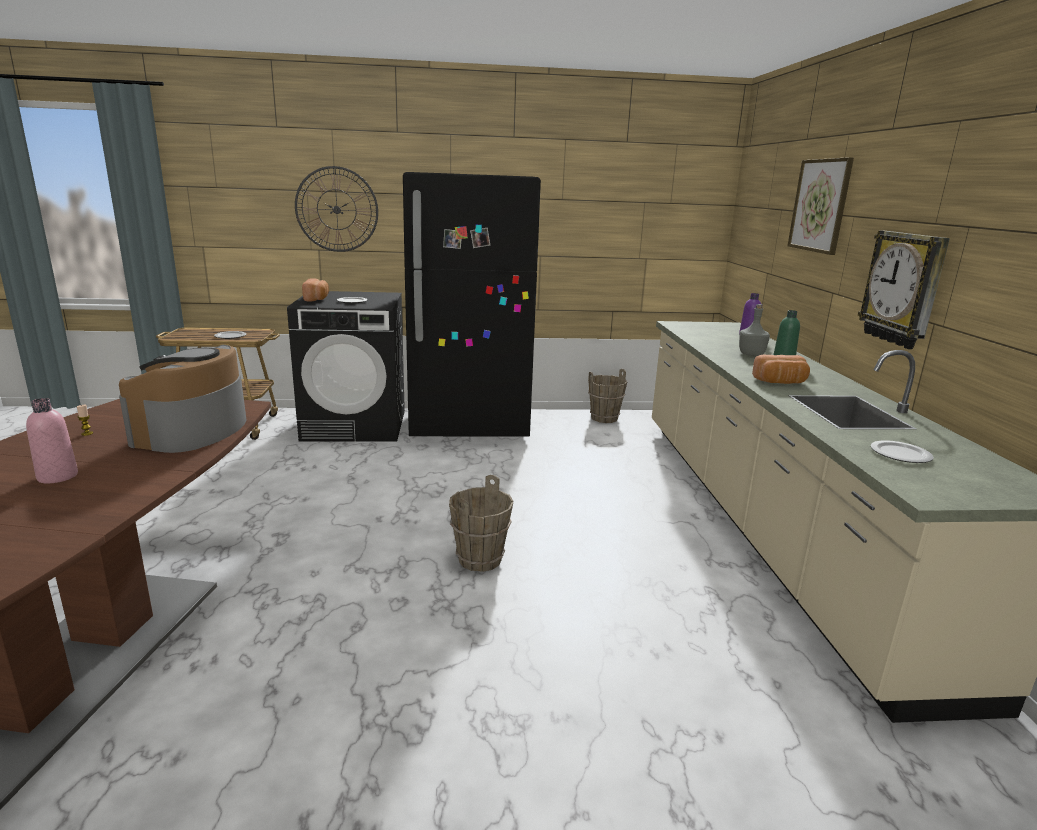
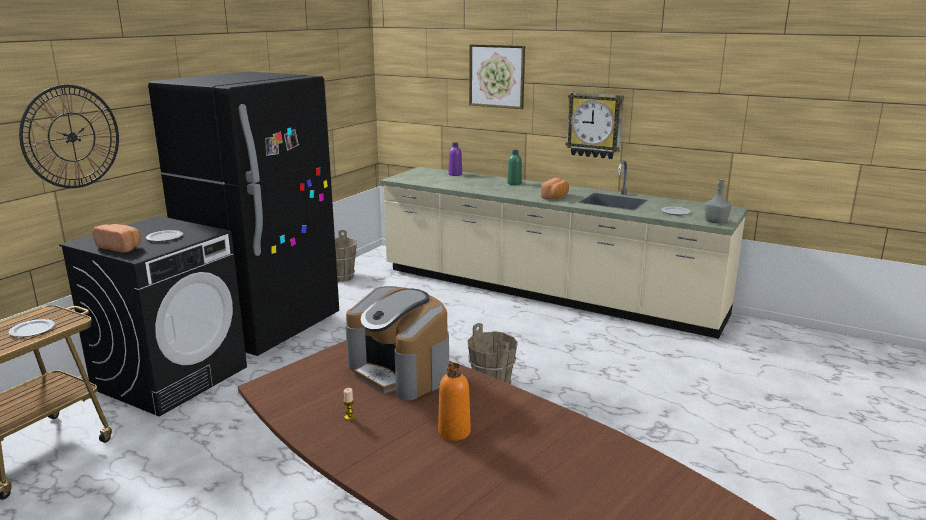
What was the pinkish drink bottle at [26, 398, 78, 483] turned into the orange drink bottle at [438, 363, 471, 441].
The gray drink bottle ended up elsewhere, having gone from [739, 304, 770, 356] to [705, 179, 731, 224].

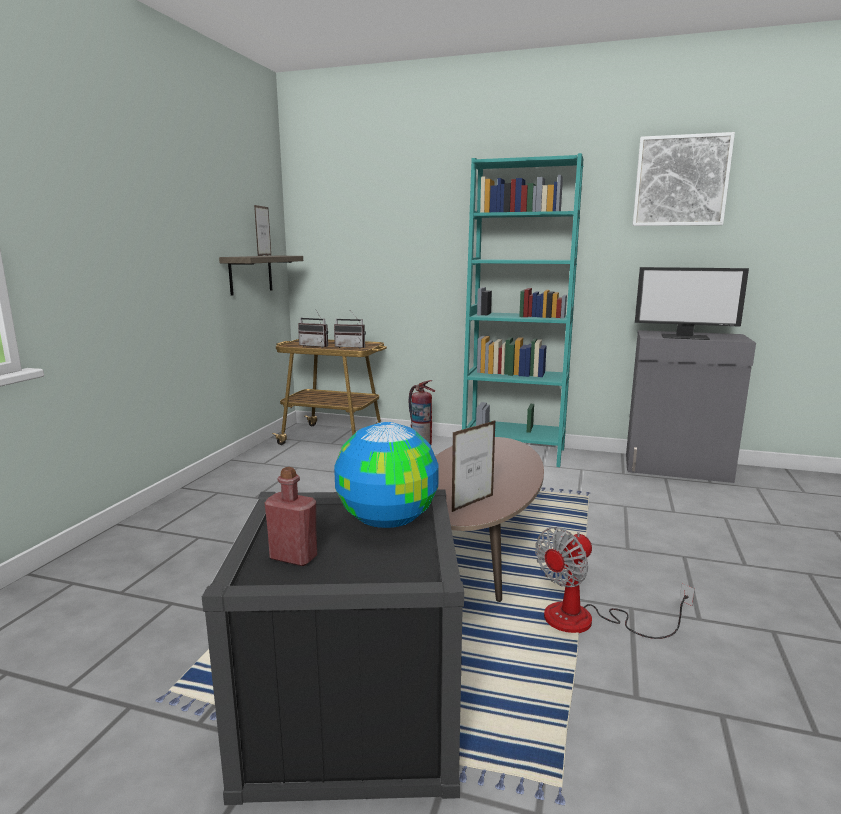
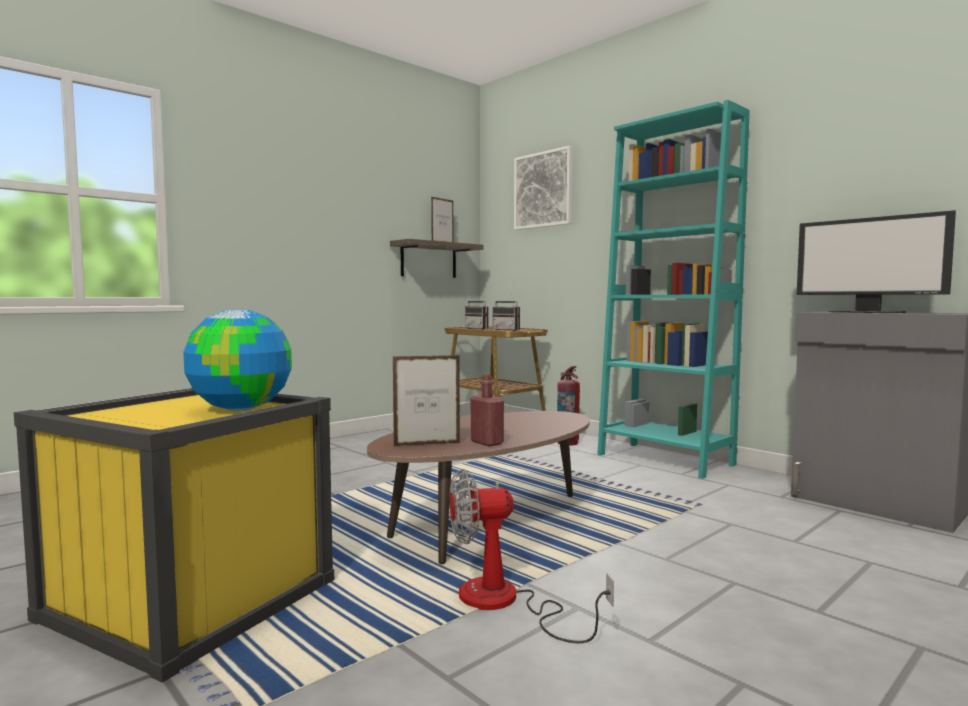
What was the black-coloured storage container at [202, 489, 464, 805] turned into the yellow storage container at [14, 388, 334, 683].
The reddish drink bottle ended up elsewhere, having gone from [264, 467, 317, 566] to [470, 374, 504, 446].
The picture ended up elsewhere, having gone from [633, 132, 735, 226] to [514, 146, 573, 230].

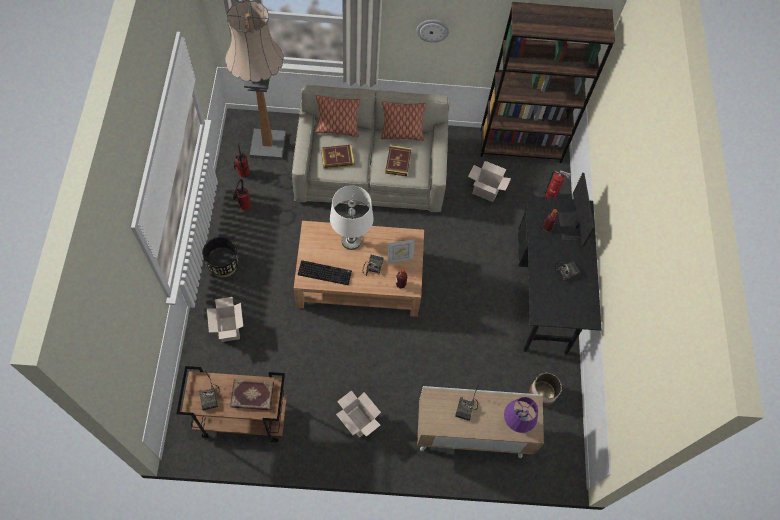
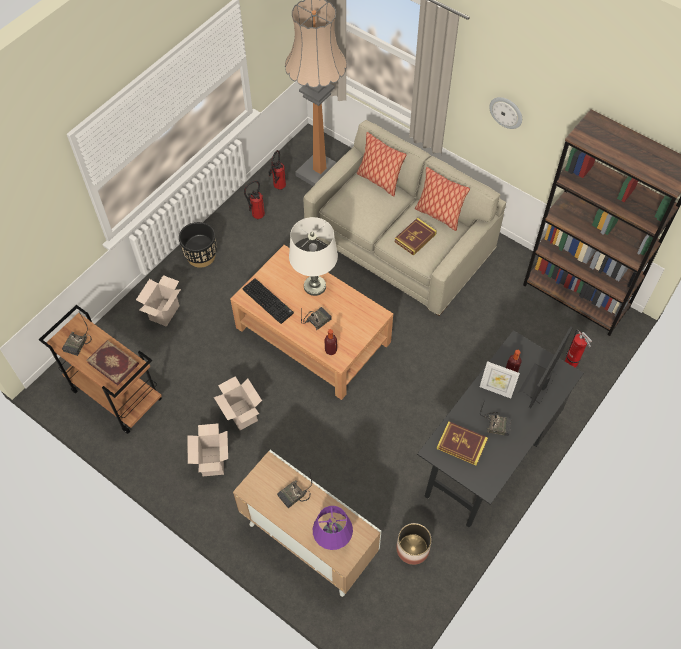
The packing box ended up elsewhere, having gone from [468, 161, 511, 202] to [214, 376, 262, 430].
The bound book ended up elsewhere, having gone from [321, 145, 354, 169] to [437, 421, 488, 466].
The standing frame ended up elsewhere, having gone from [388, 239, 415, 263] to [480, 361, 520, 398].

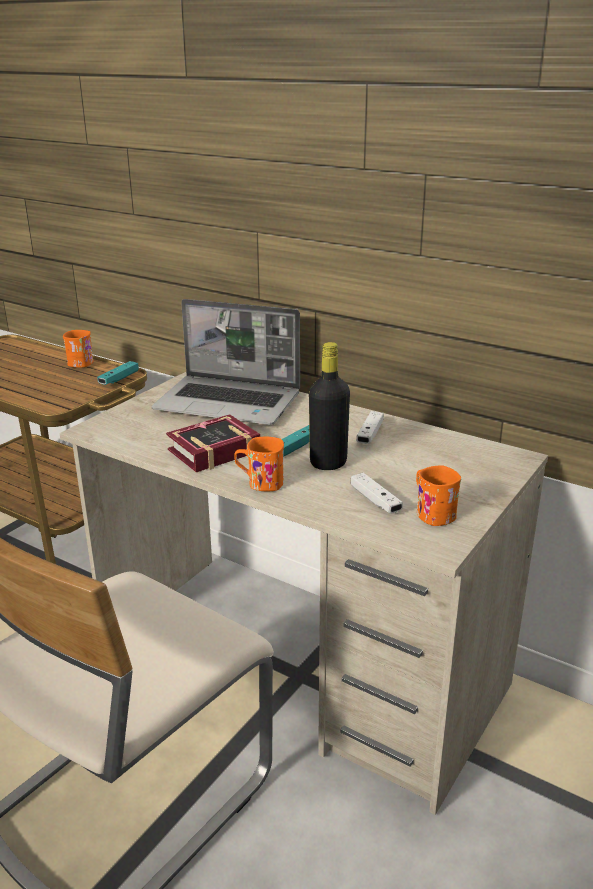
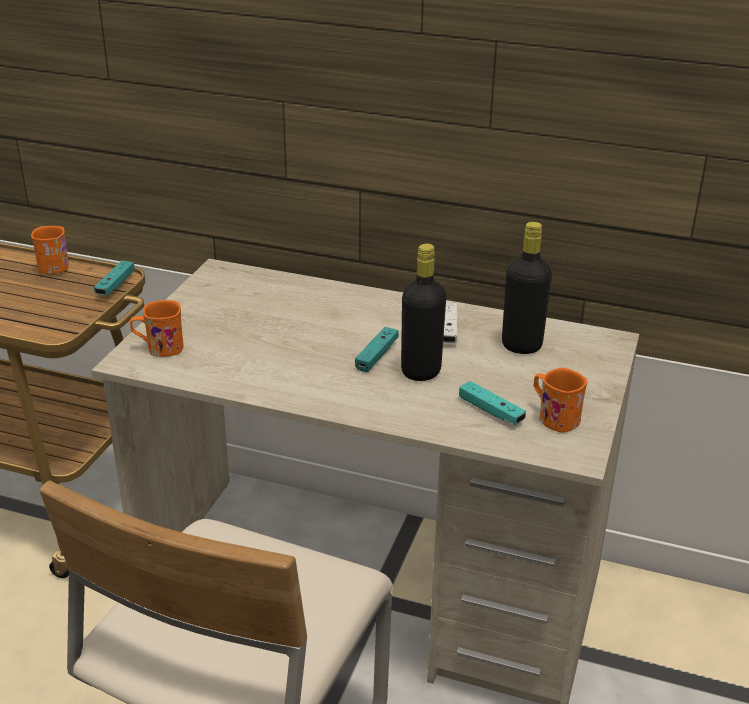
The orange tea mug ended up elsewhere, having gone from [234, 437, 284, 491] to [130, 300, 184, 357].
What was the white gamepad at [351, 473, 403, 514] turned into the turquoise-coloured gamepad at [459, 381, 526, 425].
The second view gained the black-coloured drink bottle at [502, 222, 552, 354].
The second view lost the notebook computer at [152, 299, 300, 425].
The second view lost the bound book at [166, 414, 260, 472].

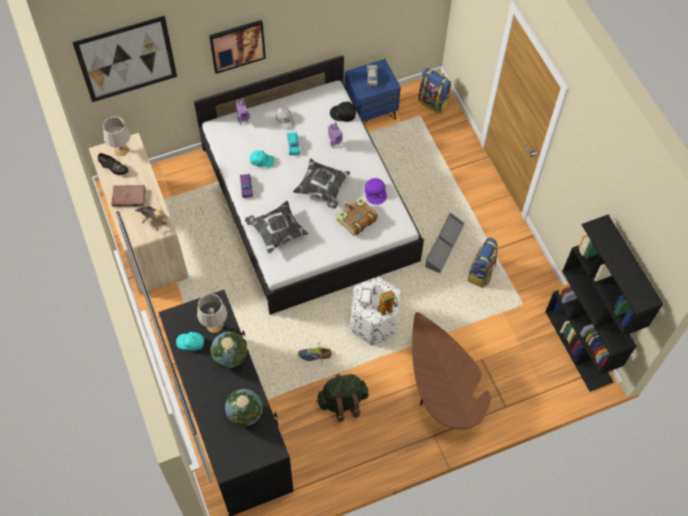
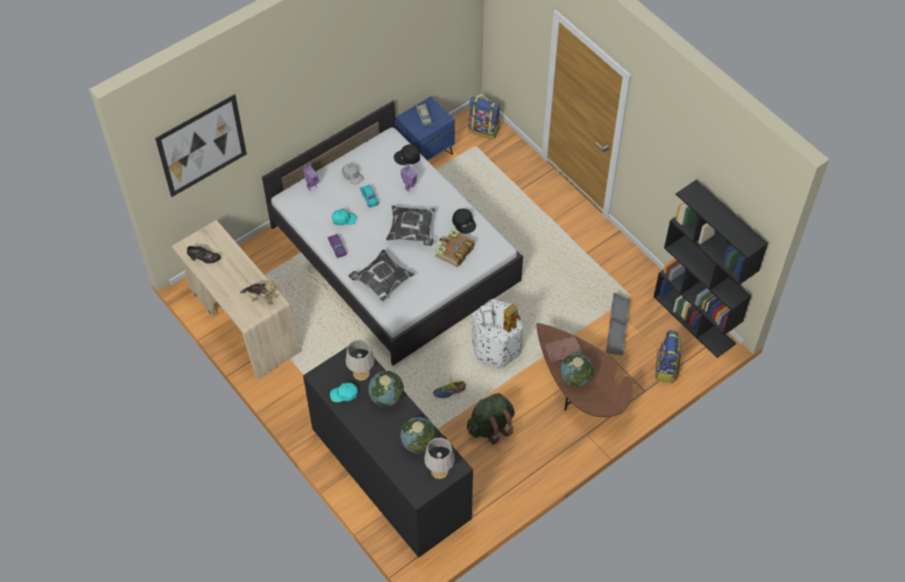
The gray tabletop lamp ended up elsewhere, having gone from [103, 116, 130, 156] to [424, 438, 455, 479].
What was the purple-coloured cap at [365, 178, 387, 205] turned into the black-coloured cap at [452, 209, 476, 234].
The brown-coloured bound book ended up elsewhere, having gone from [112, 185, 146, 207] to [545, 336, 583, 364].
The second view gained the desk globe at [560, 354, 594, 387].
The gray storage container ended up elsewhere, having gone from [425, 212, 464, 273] to [606, 292, 630, 355].
The backpack ended up elsewhere, having gone from [468, 238, 498, 288] to [655, 330, 682, 383].
The second view lost the picture at [209, 20, 266, 74].

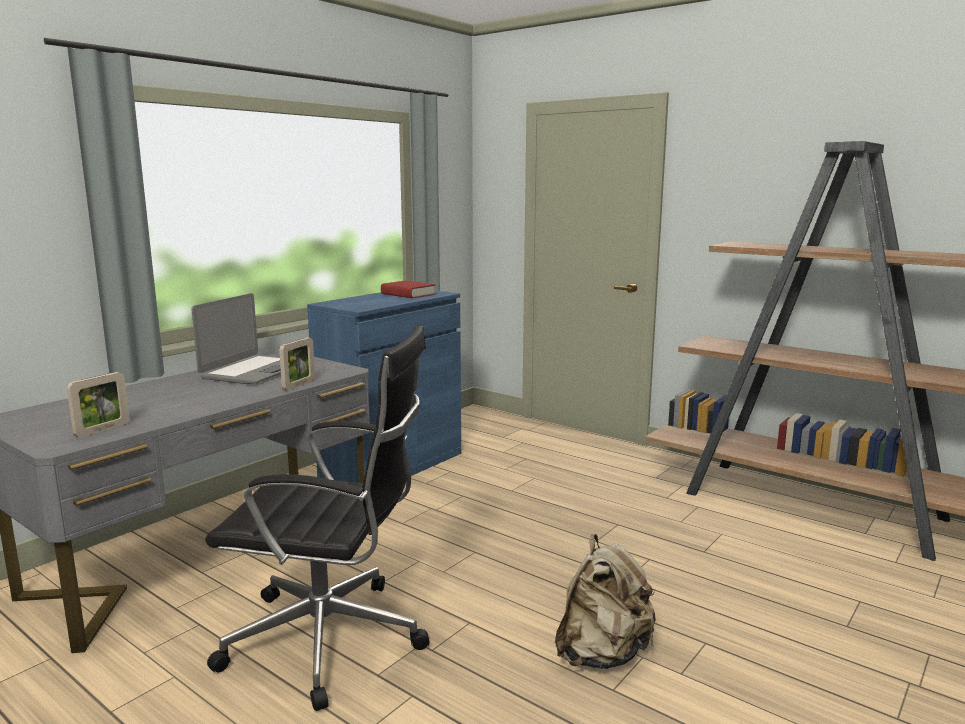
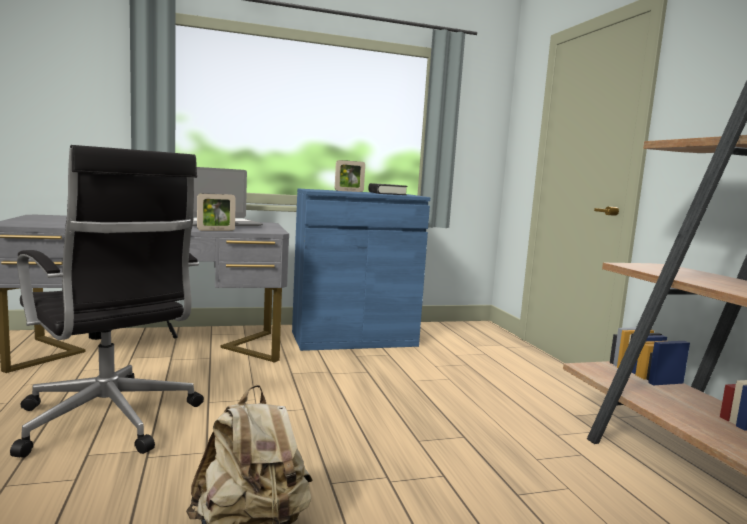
The standing frame ended up elsewhere, having gone from [67, 372, 130, 438] to [335, 160, 365, 192].
What was the reddish bound book at [381, 280, 436, 298] turned into the black-coloured bound book at [368, 183, 408, 195].

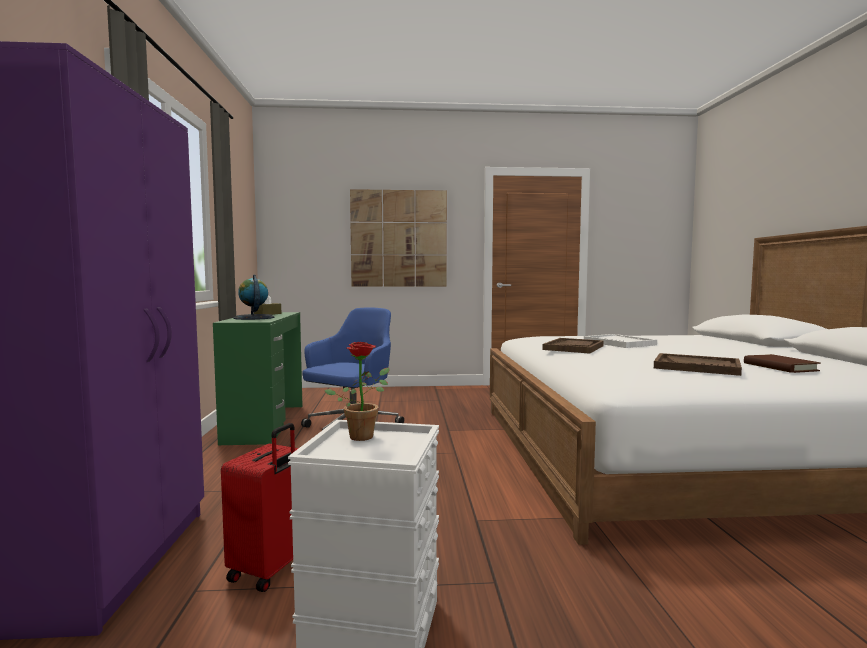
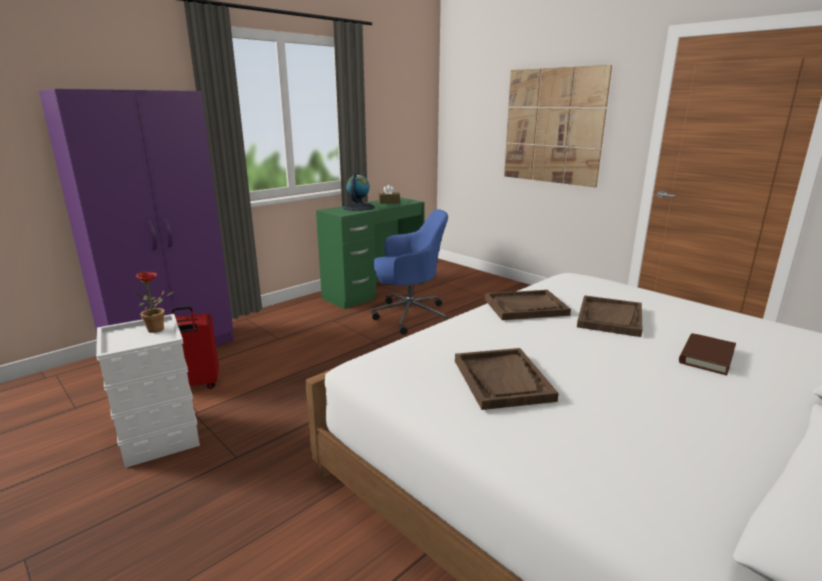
What was the white serving tray at [584, 334, 657, 348] turned into the brown-coloured serving tray at [577, 295, 643, 337].
The brown-coloured bound book ended up elsewhere, having gone from [744, 354, 821, 373] to [679, 333, 736, 375].

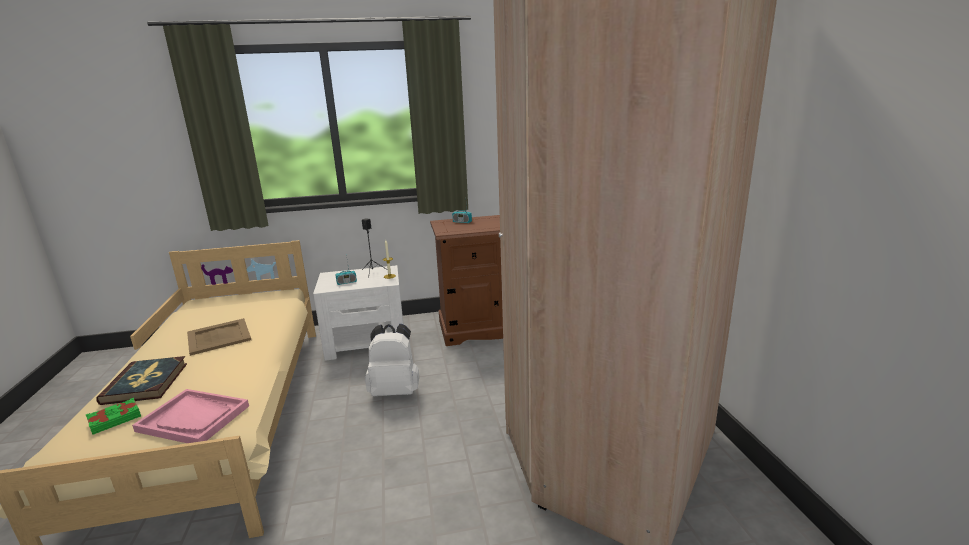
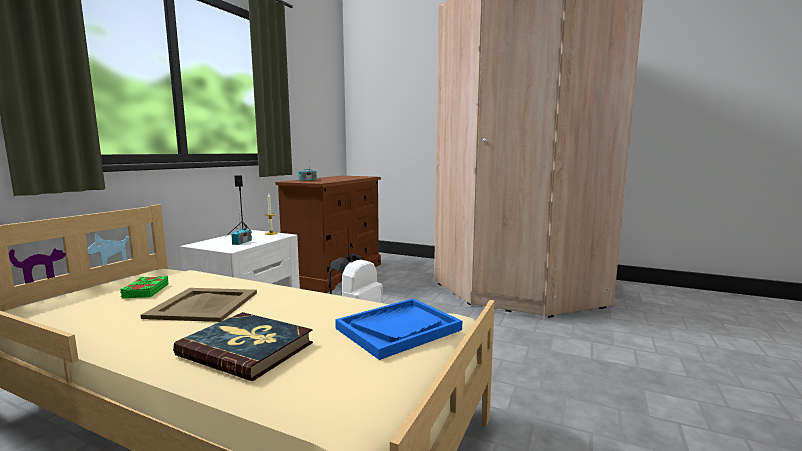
The greenish bound book ended up elsewhere, having gone from [86, 398, 141, 435] to [120, 276, 169, 298].
What was the pinkish serving tray at [132, 389, 249, 443] turned into the blue-coloured serving tray at [335, 298, 462, 360].

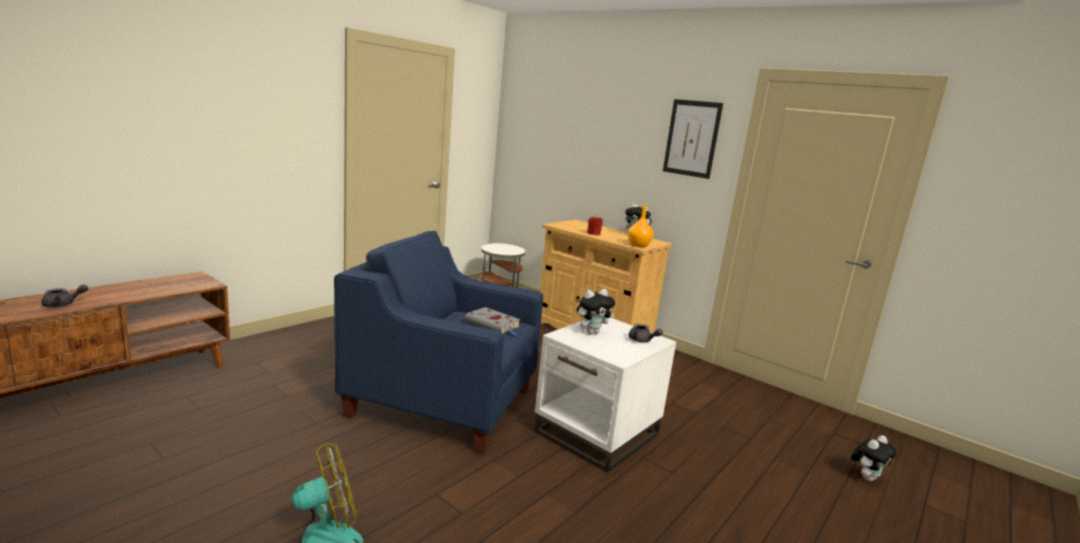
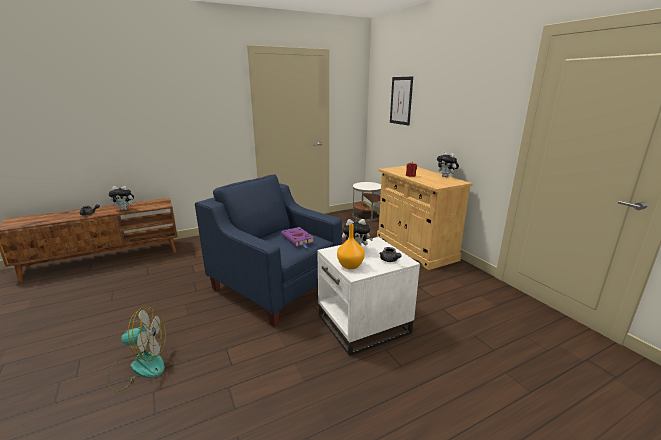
The soft toy ended up elsewhere, having gone from [851, 435, 897, 481] to [108, 186, 136, 210].
What was the gray bound book at [465, 307, 520, 335] turned into the purple-coloured bound book at [281, 227, 314, 248].
The orange flower vase ended up elsewhere, having gone from [628, 205, 654, 247] to [337, 224, 365, 269].
The picture ended up elsewhere, having gone from [663, 99, 723, 179] to [390, 76, 413, 126].

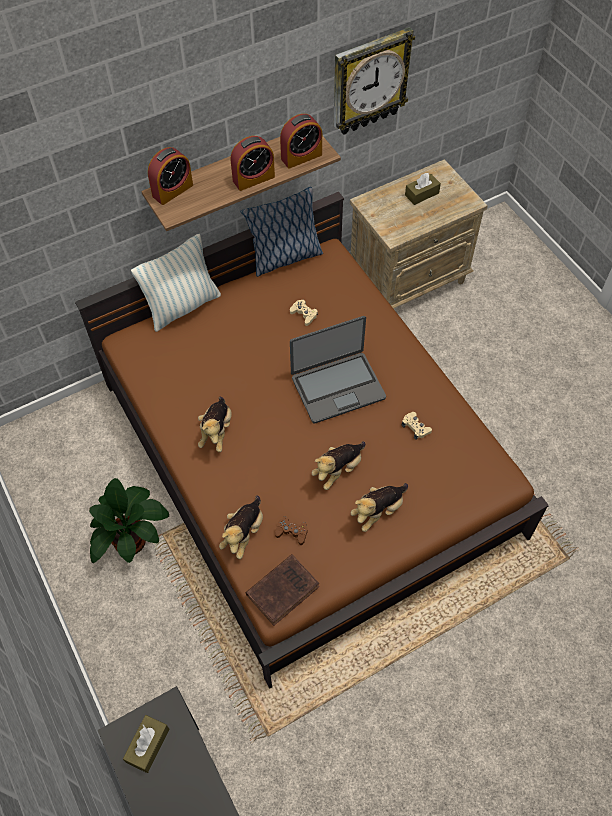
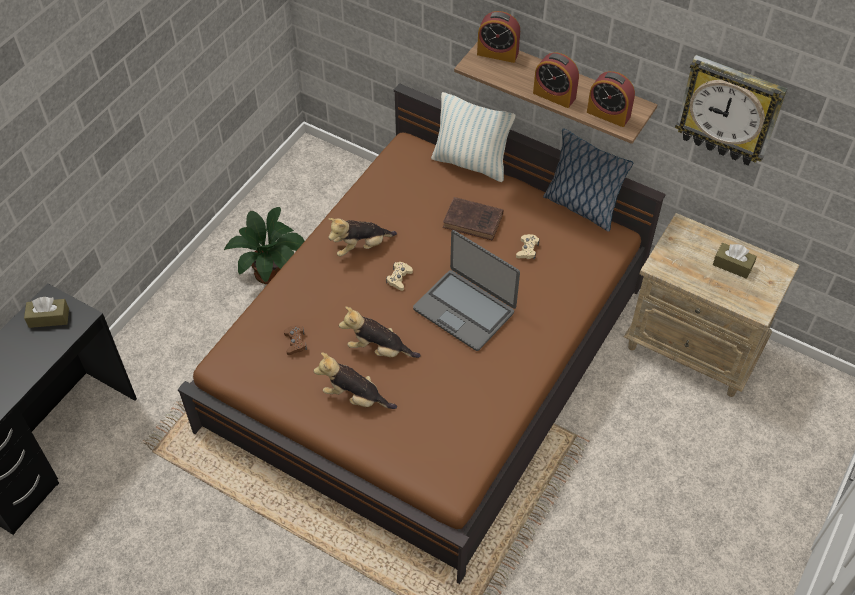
The sand-coloured gamepad ended up elsewhere, having gone from [401, 412, 432, 440] to [386, 262, 413, 291].
The brown-coloured bound book ended up elsewhere, having gone from [246, 554, 319, 626] to [443, 197, 503, 241].
The second view lost the soft toy at [219, 495, 263, 559].

